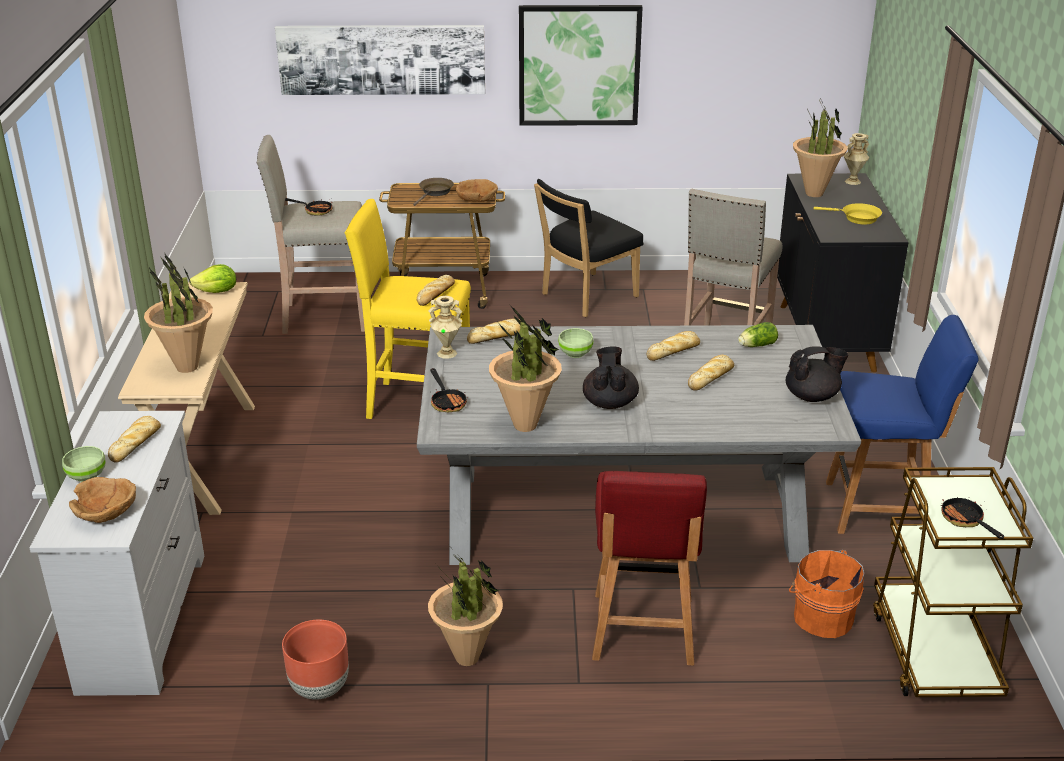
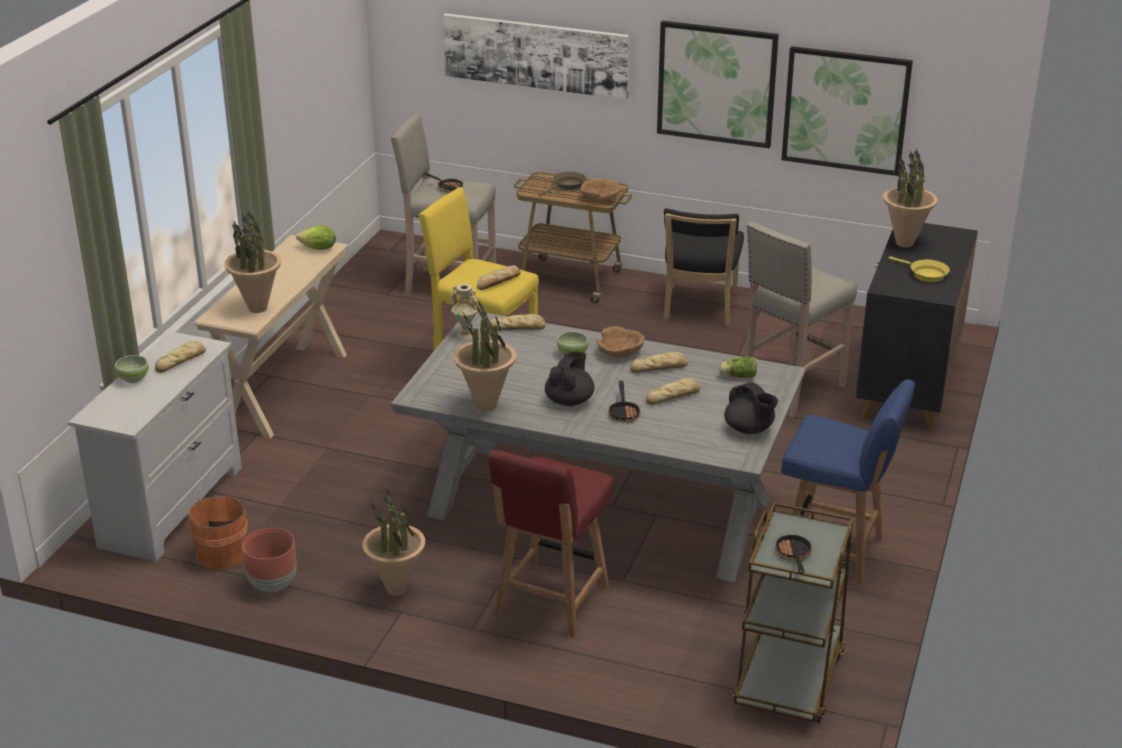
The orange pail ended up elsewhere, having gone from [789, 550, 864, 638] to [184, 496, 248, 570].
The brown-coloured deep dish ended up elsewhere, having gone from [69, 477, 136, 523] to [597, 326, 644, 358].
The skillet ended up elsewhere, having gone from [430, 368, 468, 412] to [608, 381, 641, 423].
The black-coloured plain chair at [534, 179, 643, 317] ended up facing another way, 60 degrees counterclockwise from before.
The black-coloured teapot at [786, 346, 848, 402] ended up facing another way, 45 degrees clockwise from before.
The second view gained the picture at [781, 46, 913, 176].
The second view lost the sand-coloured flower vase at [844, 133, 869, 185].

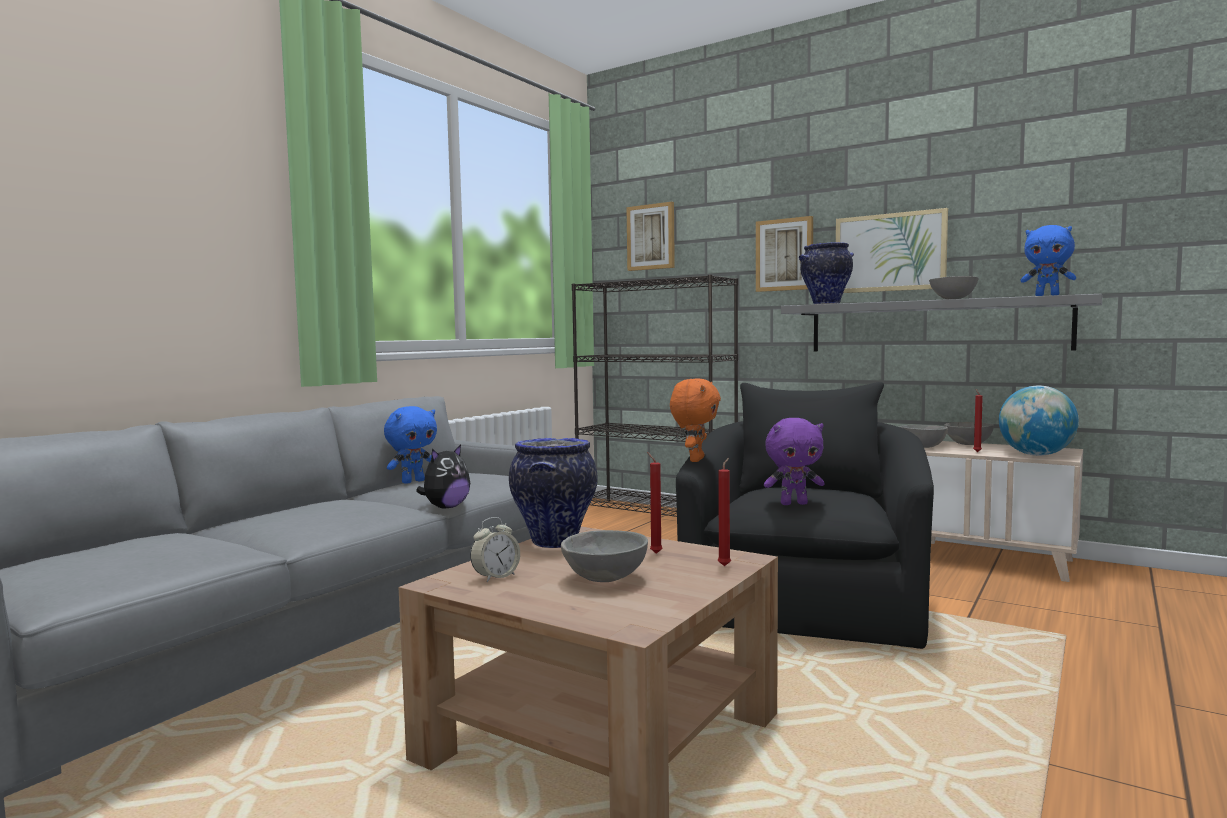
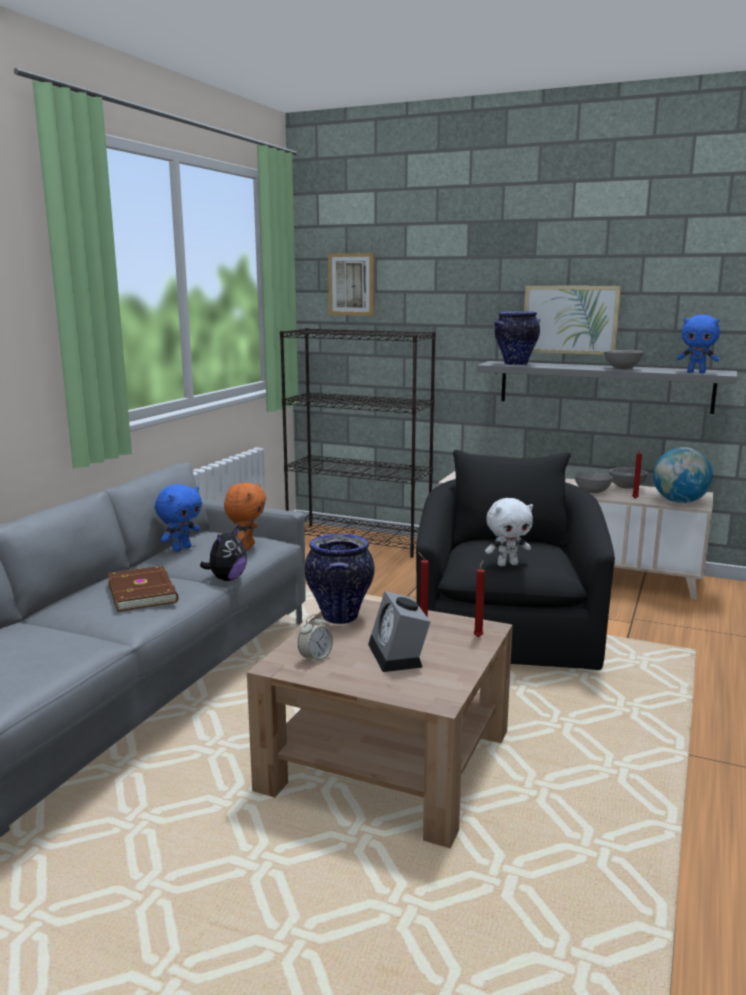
The second view gained the brown-coloured bound book at [108, 566, 178, 612].
The orange soft toy ended up elsewhere, having gone from [670, 378, 721, 462] to [224, 483, 266, 550].
Where the gray deep dish stood at [561, 530, 648, 582], the bedside clock came to stand at [368, 591, 430, 672].
What was the purple-coloured soft toy at [764, 418, 825, 505] turned into the white soft toy at [485, 498, 533, 566].
The second view lost the picture at [756, 216, 813, 292].

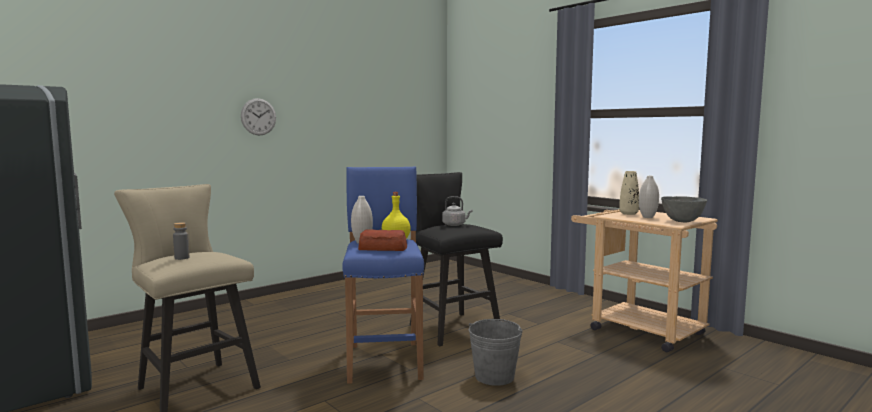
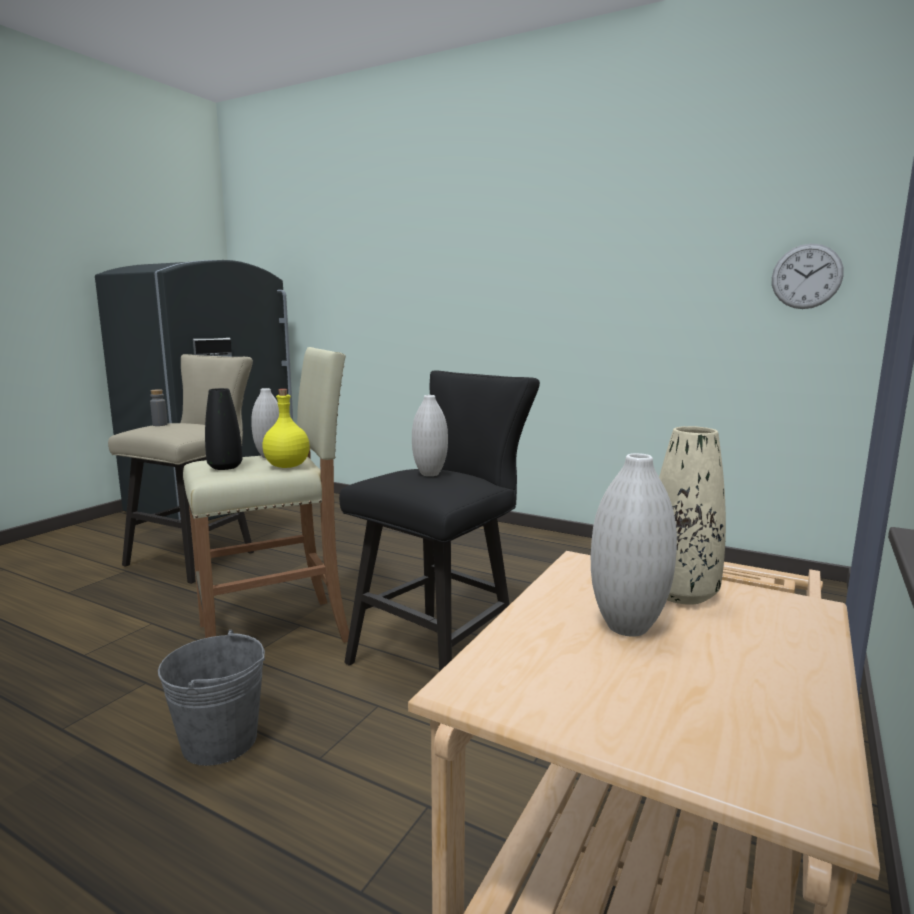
What was the blue-coloured stool at [342, 167, 424, 384] turned into the sand-coloured stool at [183, 347, 349, 643].
Where the bread stood at [358, 229, 407, 251], the black-coloured flower vase came to stand at [205, 388, 242, 470].
Where the gray tea kettle stood at [442, 196, 472, 226], the white flower vase came to stand at [412, 395, 448, 476].
The hanging clock ended up elsewhere, having gone from [241, 98, 276, 136] to [772, 244, 844, 309].
The second view lost the gray deep dish at [661, 196, 707, 222].

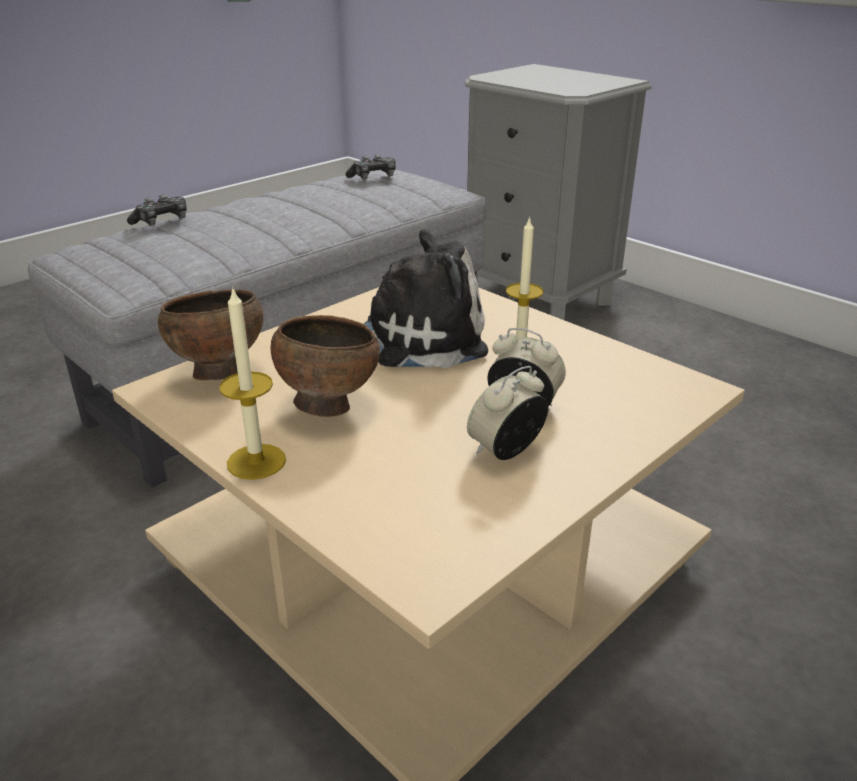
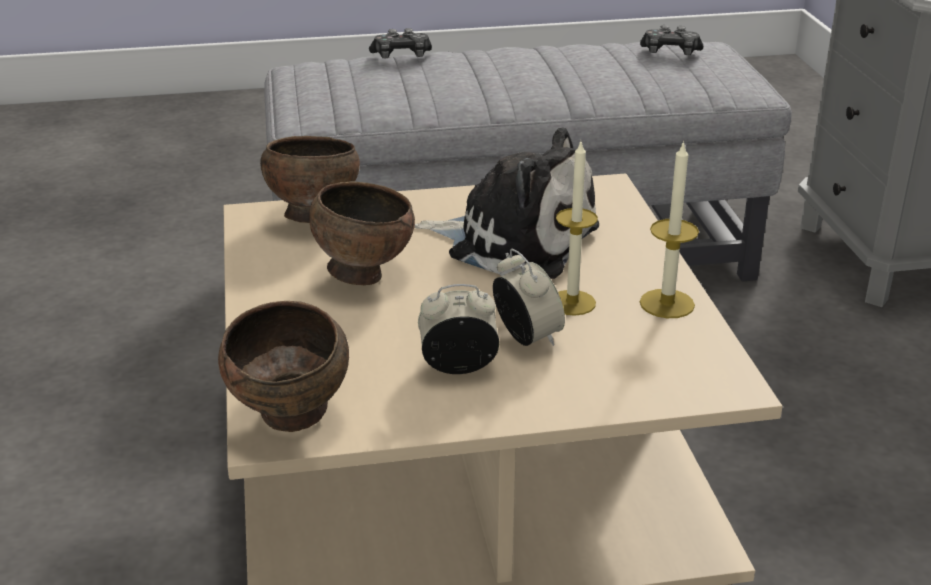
The second view gained the brown-coloured deep dish at [218, 301, 349, 432].
The candle ended up elsewhere, having gone from [219, 286, 286, 480] to [640, 140, 699, 318].

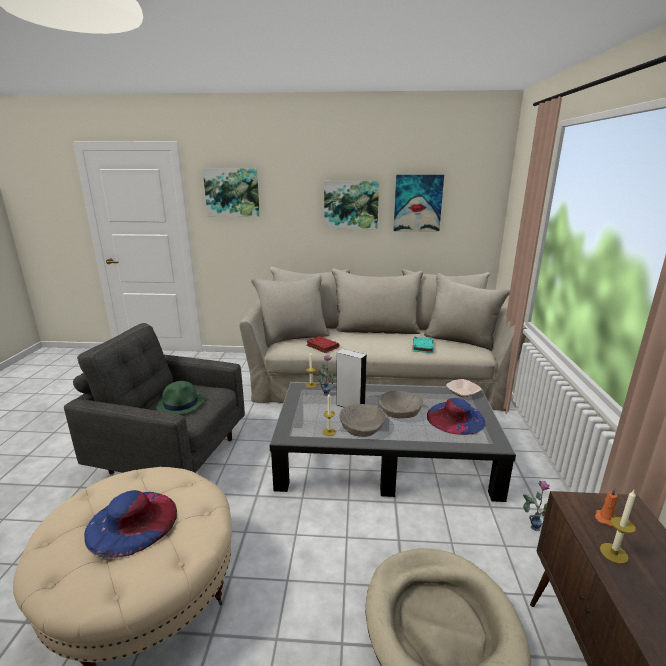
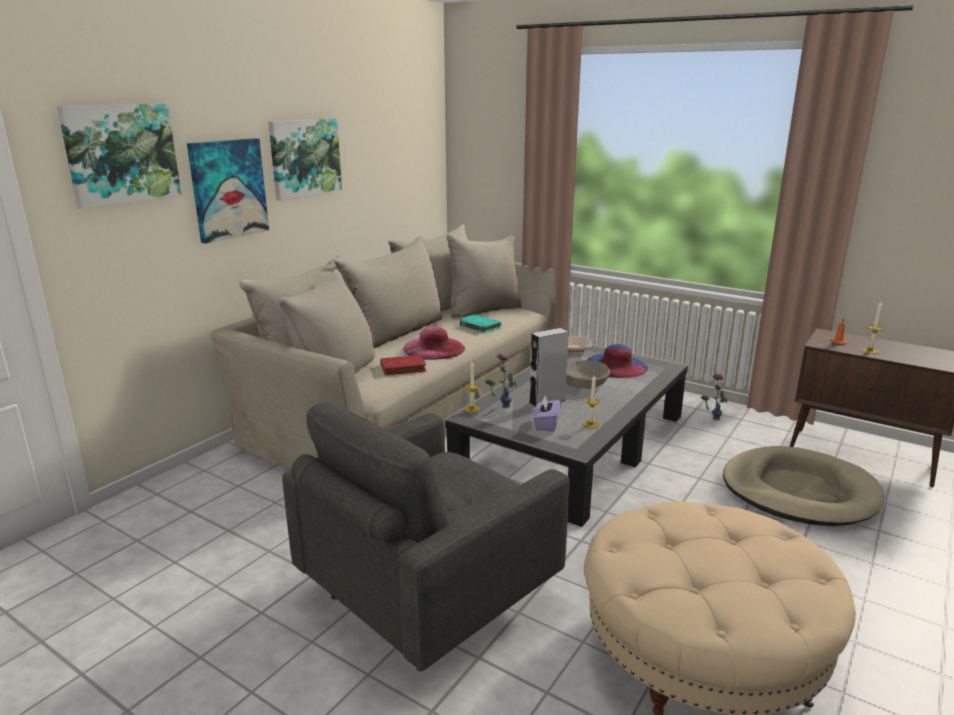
The picture ended up elsewhere, having gone from [393, 175, 444, 232] to [187, 138, 269, 244].
The second view gained the pinkish wearable hat at [403, 326, 465, 360].
The second view gained the purple-coloured tissue holder at [533, 395, 561, 432].
The second view lost the blue-coloured wearable hat at [84, 490, 177, 558].
The second view lost the greenish wearable hat at [157, 381, 205, 415].
The second view lost the sand-coloured deep dish at [339, 404, 385, 437].

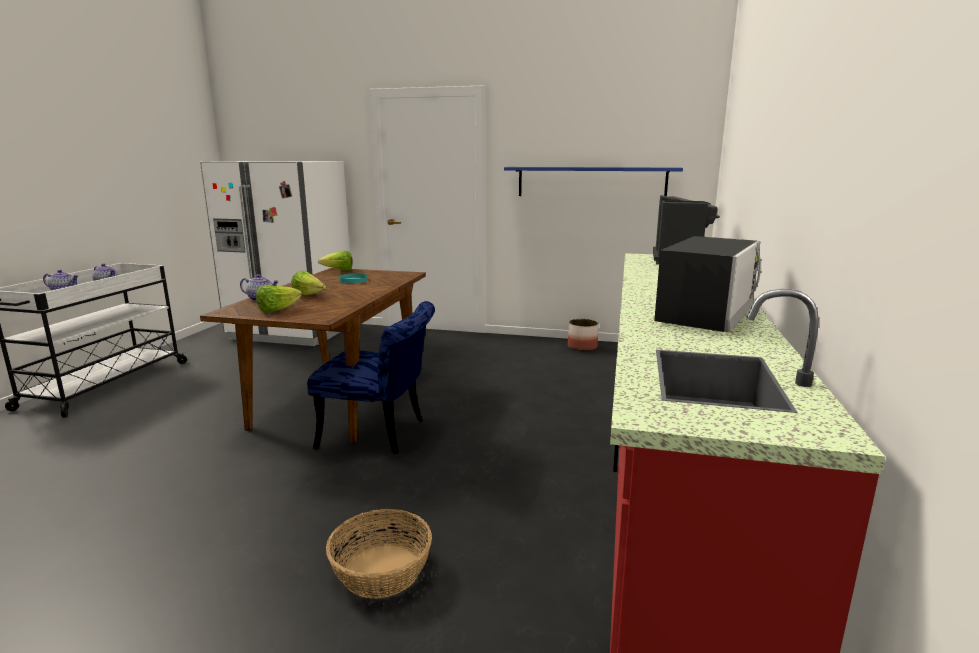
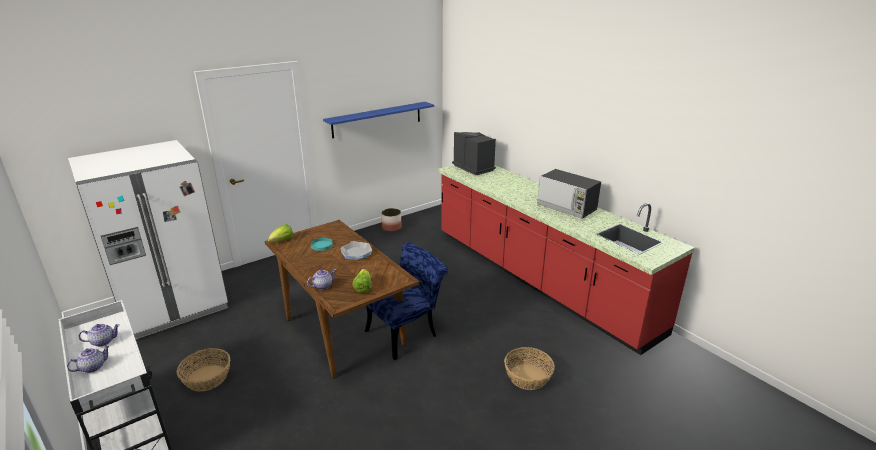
The second view gained the basket at [177, 348, 230, 392].
The second view gained the skillet at [341, 241, 372, 260].
The microwave oven at [654, 236, 761, 332] ended up facing another way, 150 degrees clockwise from before.
The second view lost the lettuce head at [291, 271, 326, 295].

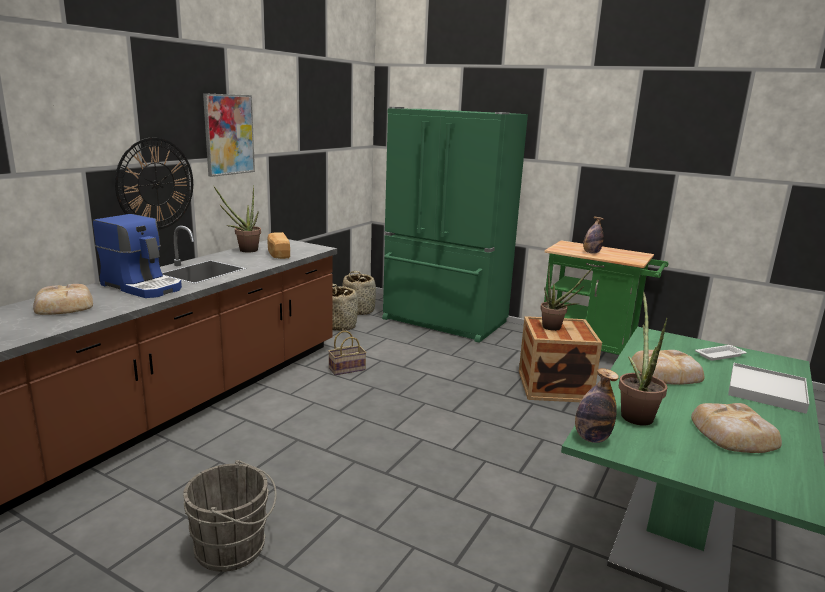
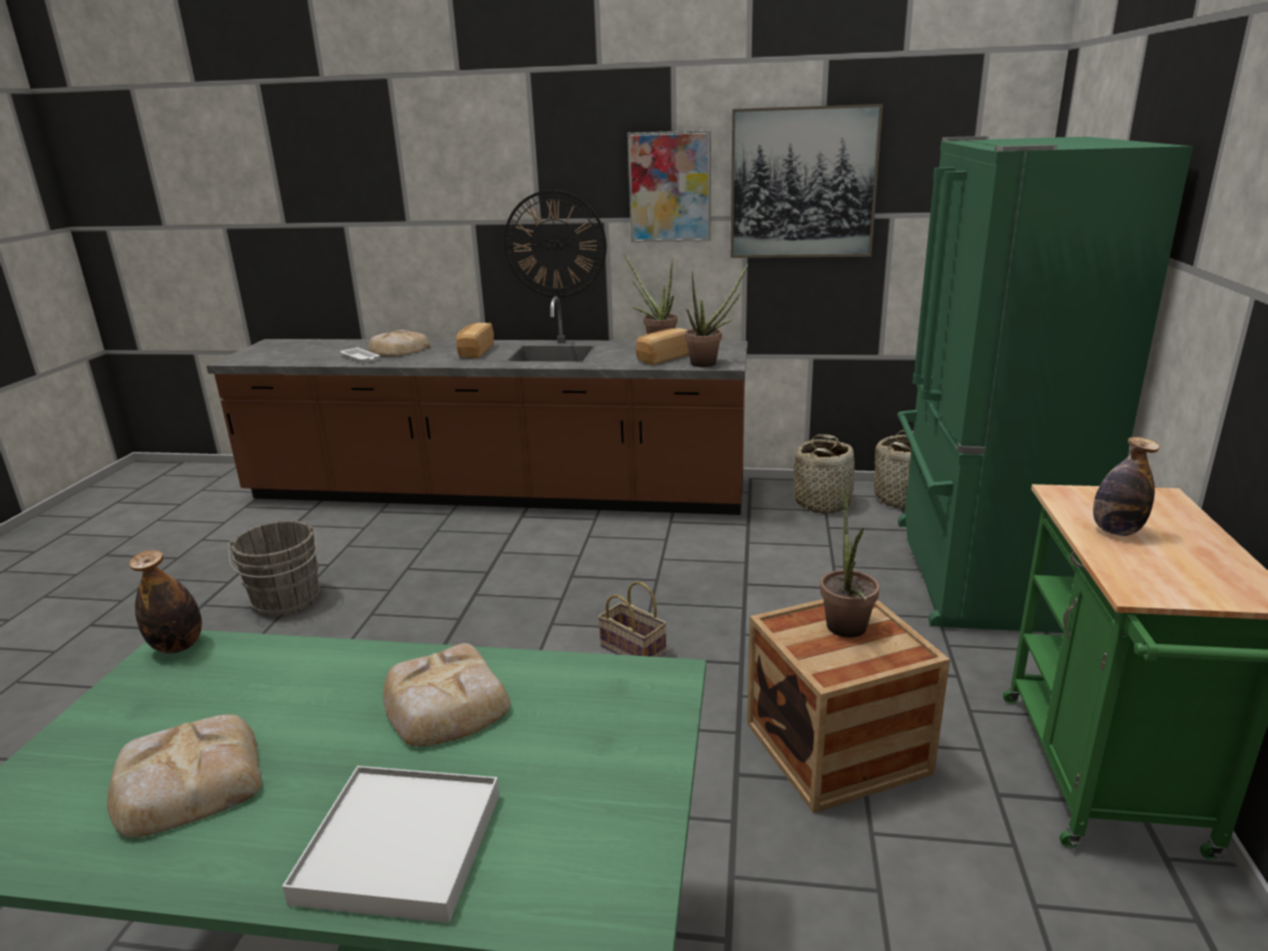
The white serving tray ended up elsewhere, having gone from [695, 345, 747, 361] to [340, 347, 380, 363].
Where the coffee maker stood at [93, 214, 182, 298], the bread came to stand at [456, 323, 494, 358].
The basket ended up elsewhere, having gone from [328, 331, 367, 375] to [598, 581, 667, 657].
The houseplant ended up elsewhere, having gone from [619, 292, 668, 426] to [685, 264, 748, 367].
The second view gained the picture at [731, 104, 883, 258].

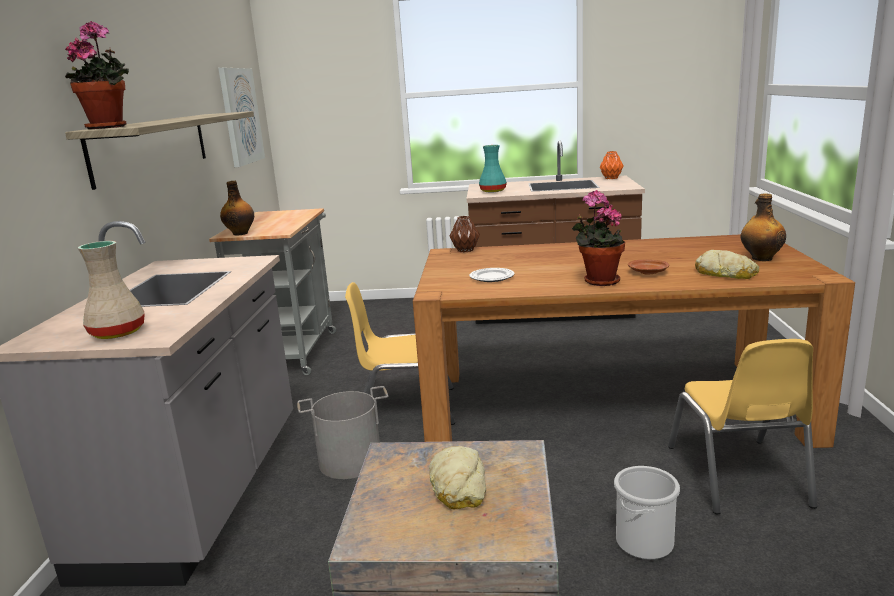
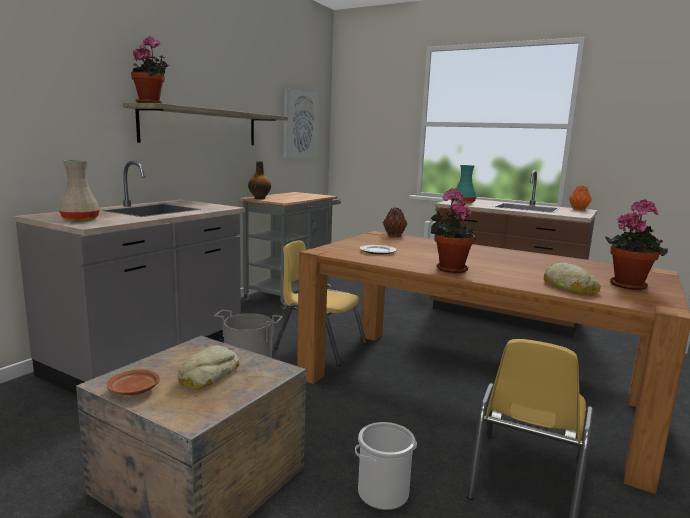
The brown-coloured flat dish ended up elsewhere, having gone from [628, 260, 669, 274] to [106, 369, 160, 395].
Where the drink bottle stood at [741, 193, 786, 261], the houseplant came to stand at [605, 199, 668, 290].

